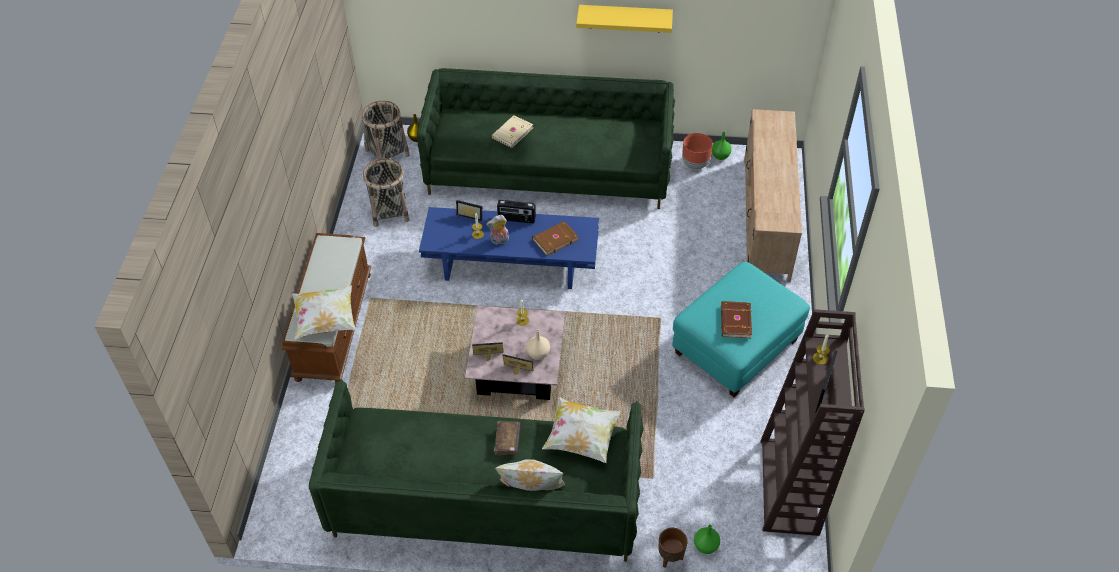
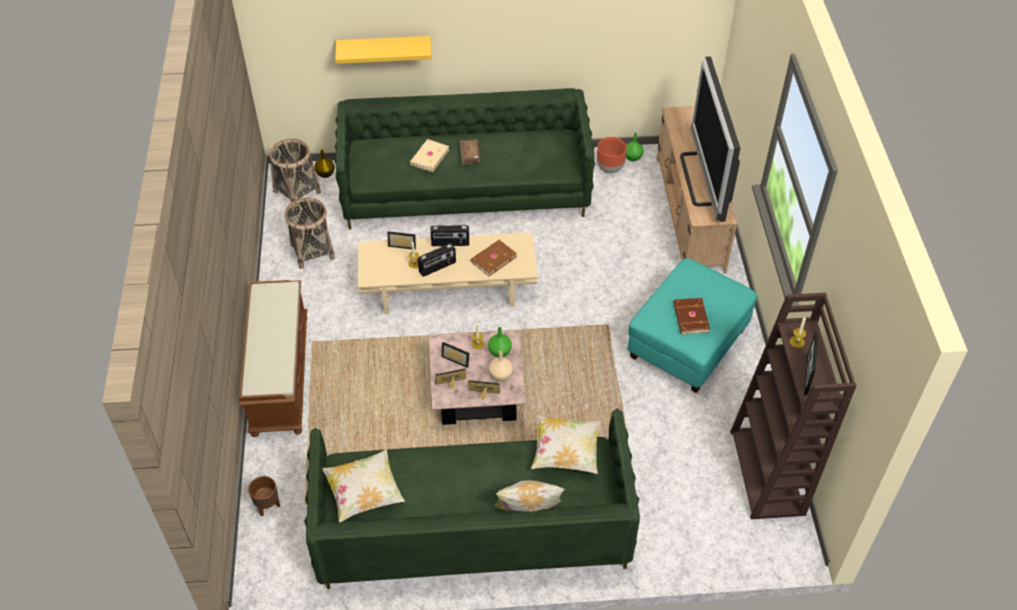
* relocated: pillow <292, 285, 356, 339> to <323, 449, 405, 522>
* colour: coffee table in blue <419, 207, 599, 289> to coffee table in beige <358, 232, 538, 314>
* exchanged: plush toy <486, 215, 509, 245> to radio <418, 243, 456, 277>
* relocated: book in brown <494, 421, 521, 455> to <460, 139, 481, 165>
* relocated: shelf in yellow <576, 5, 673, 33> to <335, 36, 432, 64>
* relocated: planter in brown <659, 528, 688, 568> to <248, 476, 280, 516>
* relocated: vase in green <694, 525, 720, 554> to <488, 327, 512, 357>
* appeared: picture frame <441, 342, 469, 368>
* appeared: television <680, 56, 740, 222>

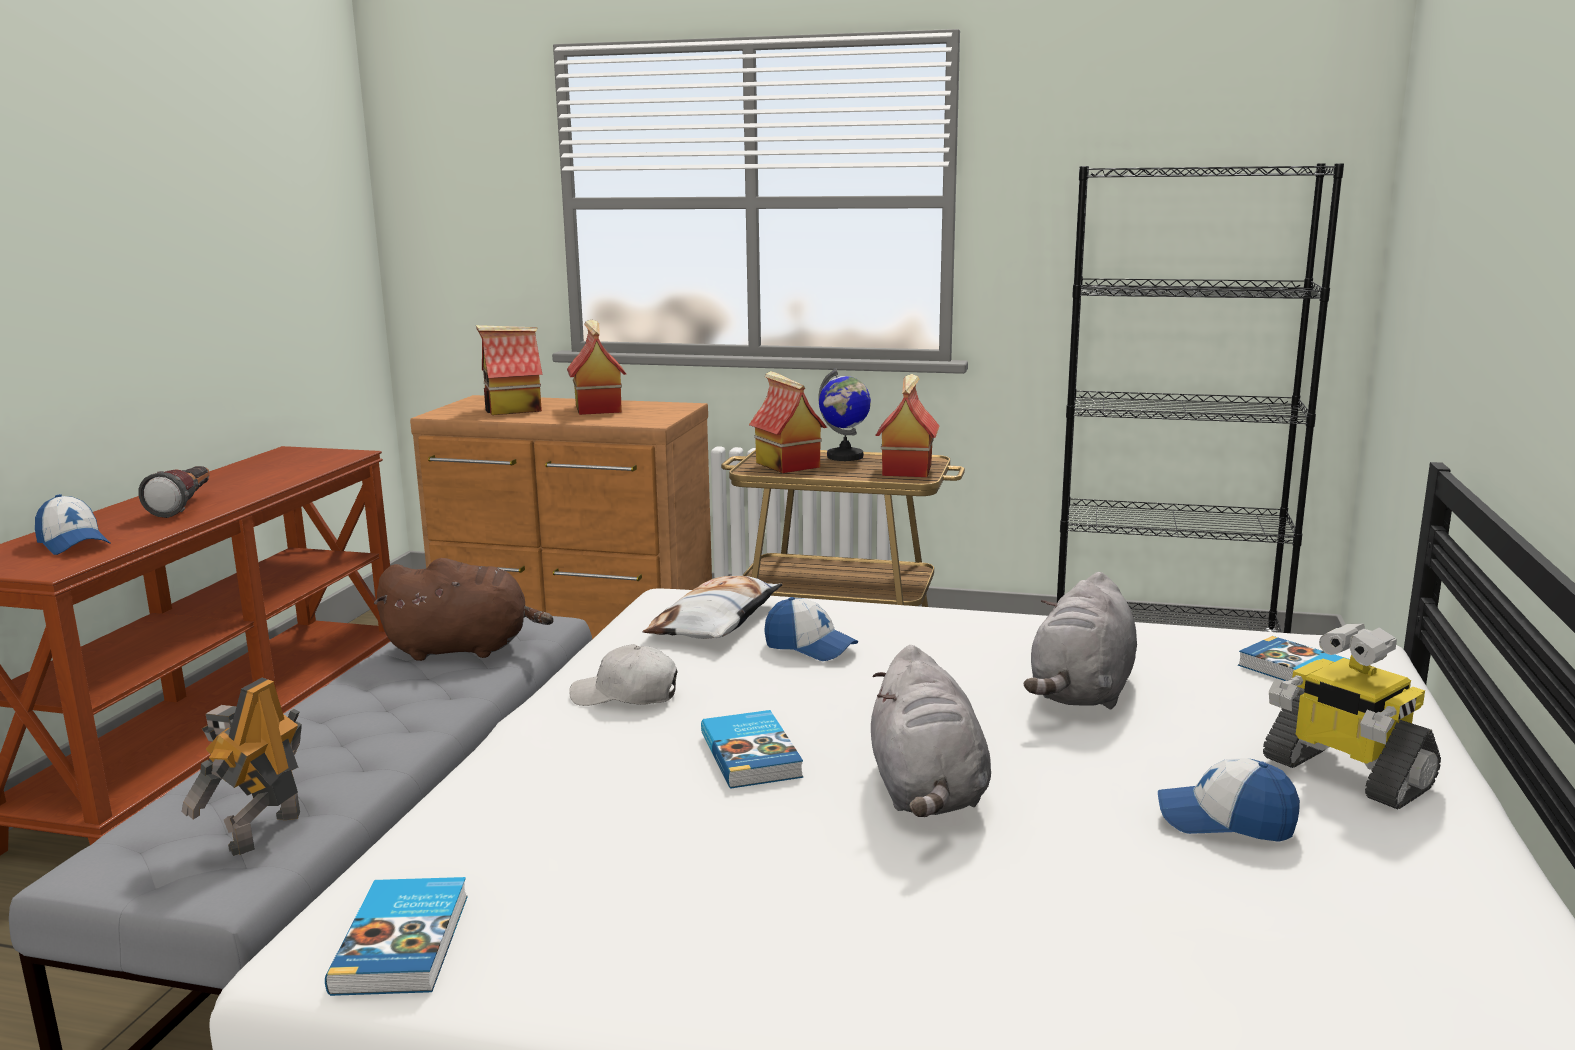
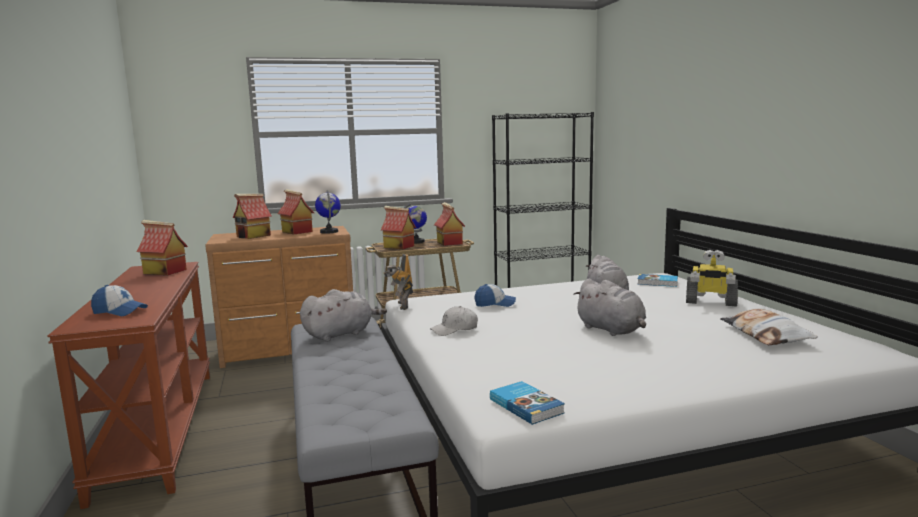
* missing: flashlight <138, 466, 210, 518>
* relocated: toy robot <182, 677, 302, 856> to <384, 254, 413, 310>
* colour: plush toy in brown <374, 558, 553, 661> to plush toy in grey <300, 289, 387, 341>
* relocated: pillow <642, 576, 783, 639> to <720, 309, 817, 345>
* missing: book <701, 710, 803, 789>
* missing: cap <1158, 758, 1300, 842>
* appeared: toy house <137, 220, 188, 275>
* appeared: globe <315, 190, 341, 234>

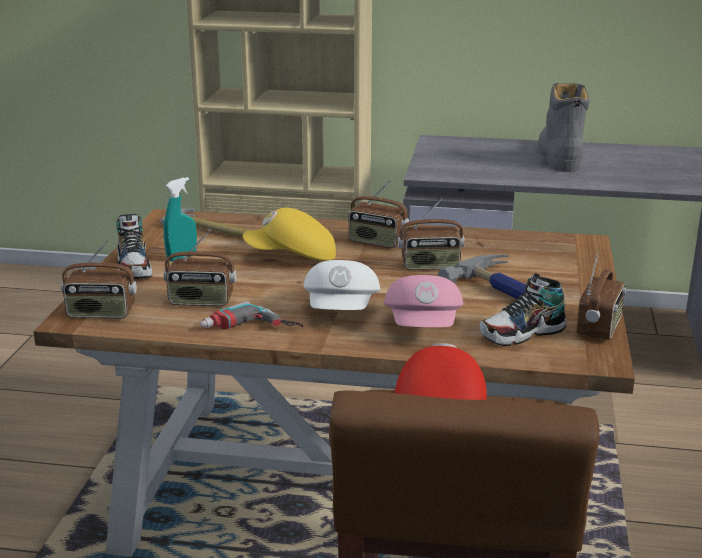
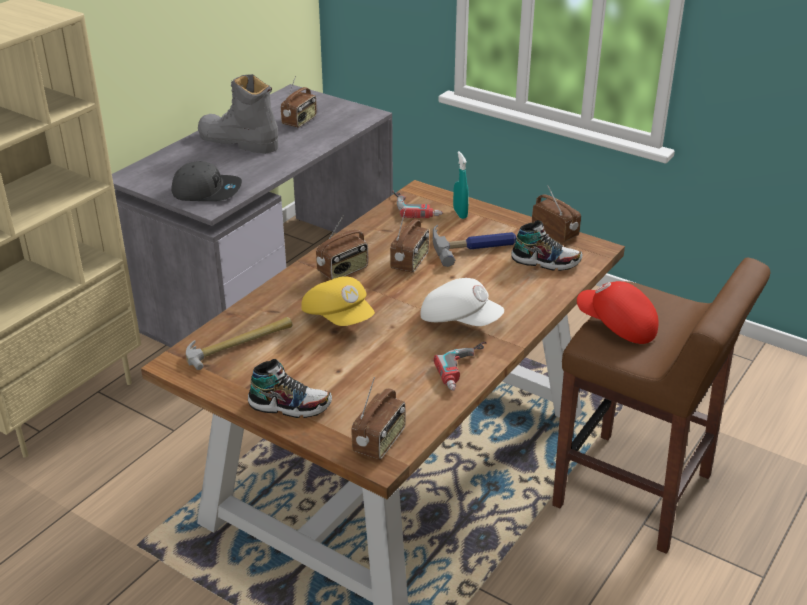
* relocated: spray bottle in turquoise <164, 177, 197, 261> to <453, 151, 469, 219>
* relocated: radio <164, 229, 236, 306> to <281, 76, 317, 128>
* spun: cap in yellow <243, 208, 336, 261> = <301, 276, 375, 326> 60 degrees counterclockwise
* missing: cap in pink <384, 275, 463, 327>
* spun: shoe <479, 273, 566, 346> = <511, 220, 582, 271> 75 degrees counterclockwise
* appeared: cap in grey <171, 161, 242, 201>
* appeared: power drill <392, 190, 443, 218>

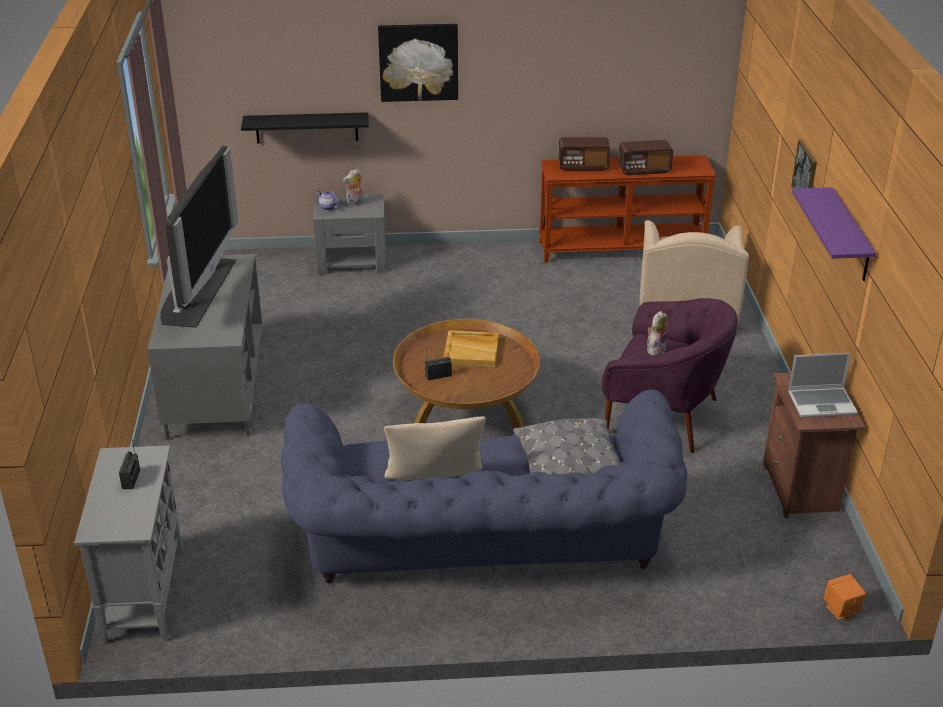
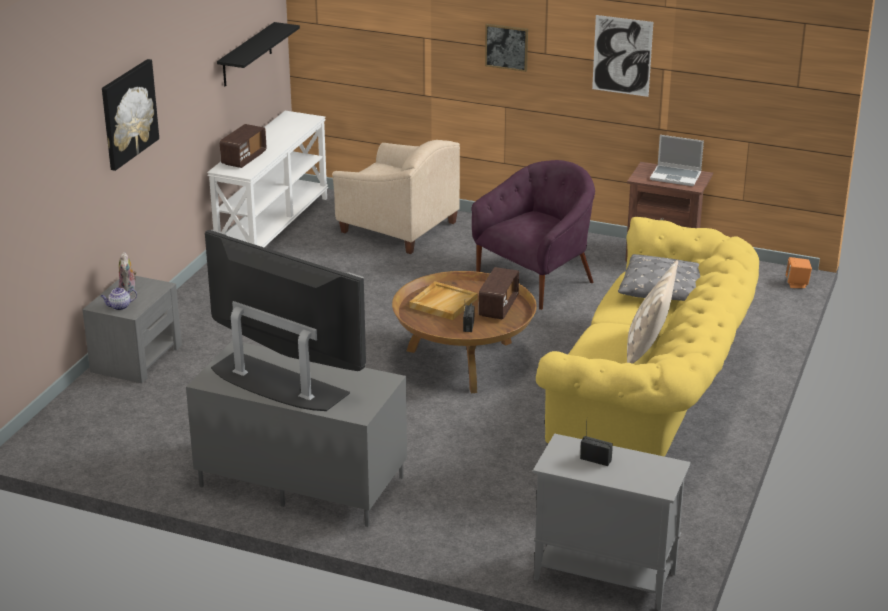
* relocated: shelf in black <241, 112, 368, 144> to <217, 22, 300, 86>
* colour: sofa in blue <281, 390, 687, 583> to sofa in yellow <536, 217, 759, 457>
* colour: console table in brown <539, 155, 716, 263> to console table in white <207, 111, 328, 247>
* relocated: radio <618, 140, 673, 175> to <479, 267, 519, 319>
* missing: plush toy <647, 311, 668, 355>
* spun: laptop <788, 353, 858, 418> = <650, 135, 704, 186> 90 degrees clockwise
* exchanged: shelf in purple <792, 187, 876, 281> to picture <592, 15, 653, 97>

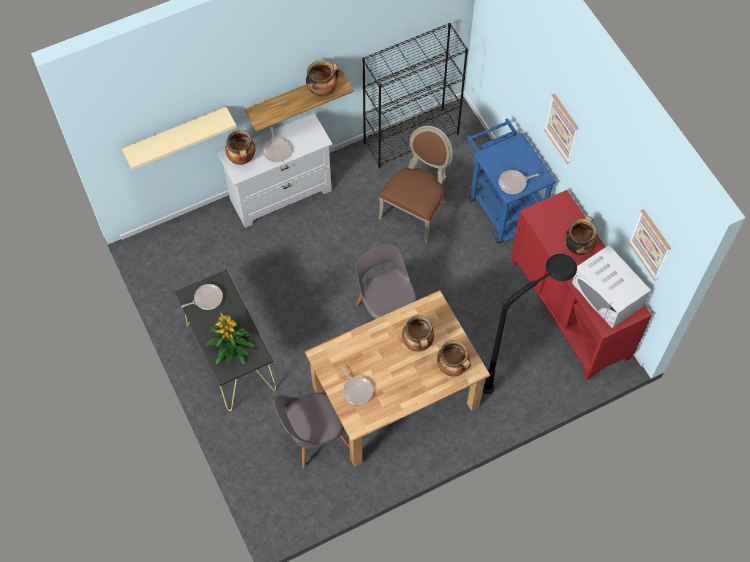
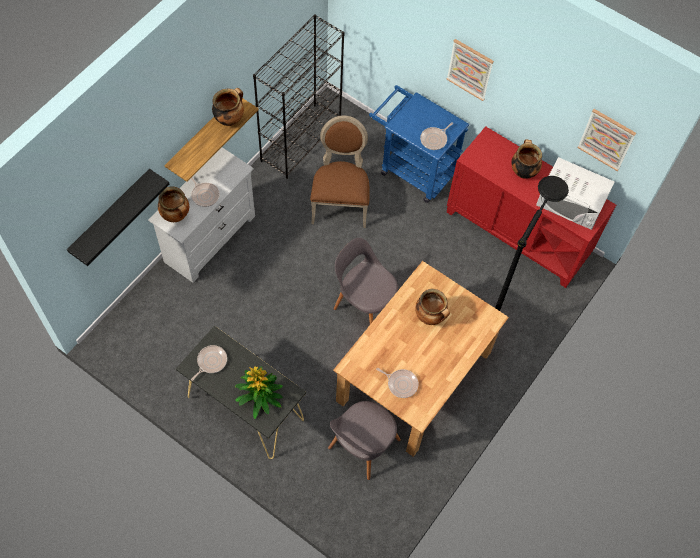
* colour: shelf in beige <122, 107, 237, 170> to shelf in black <67, 169, 170, 266>
* missing: cooking pot <437, 340, 471, 376>

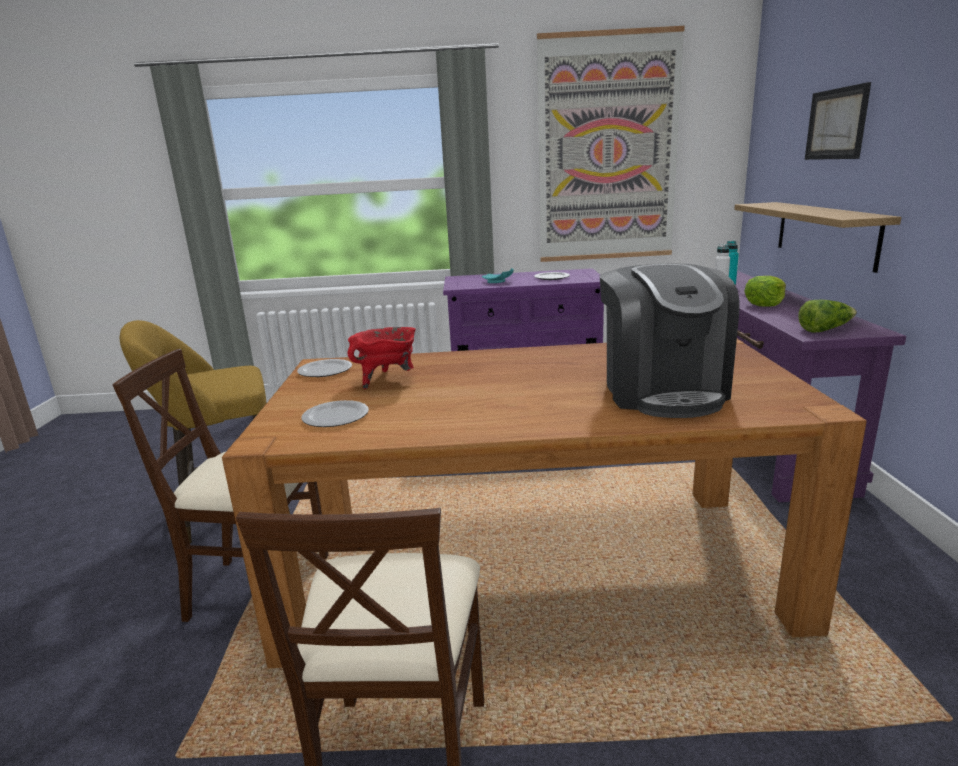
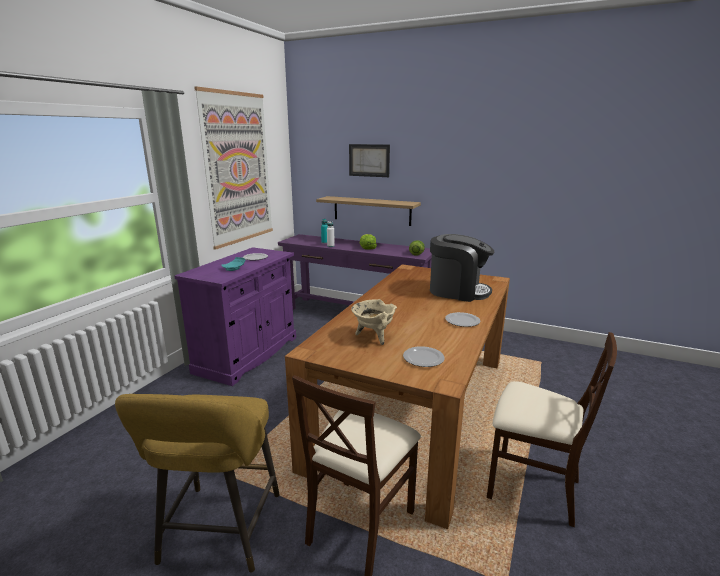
* relocated: plate <297, 359, 352, 377> to <445, 312, 480, 327>
* colour: cooking pot in red <347, 327, 416, 389> to cooking pot in beige <351, 299, 397, 345>

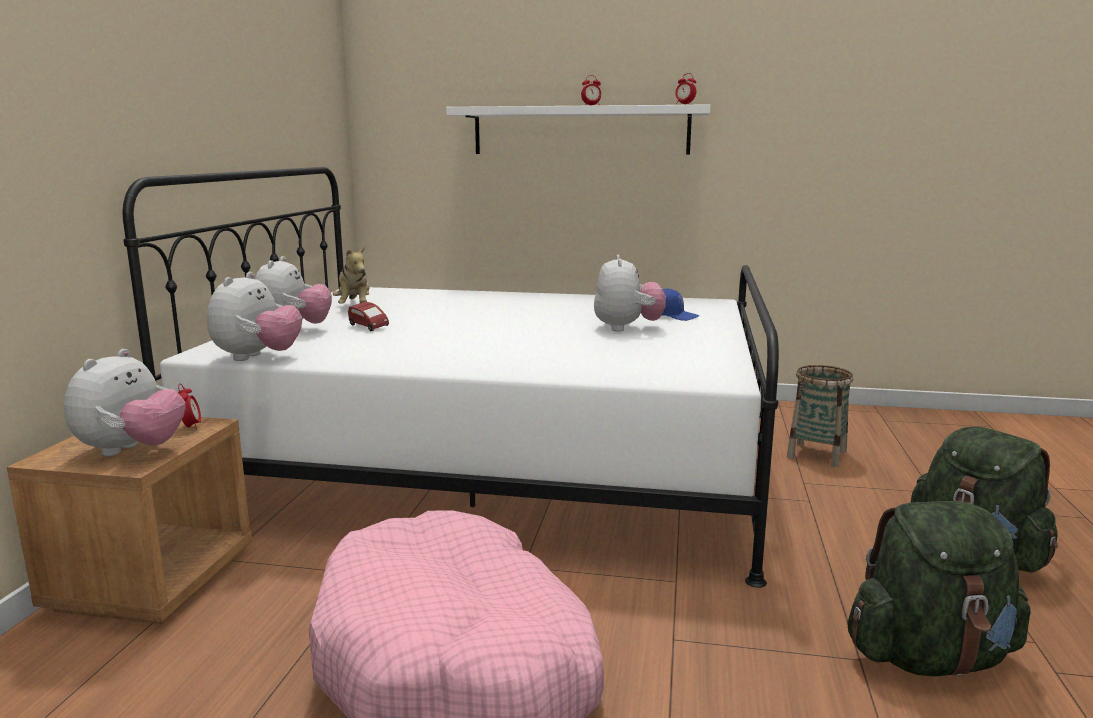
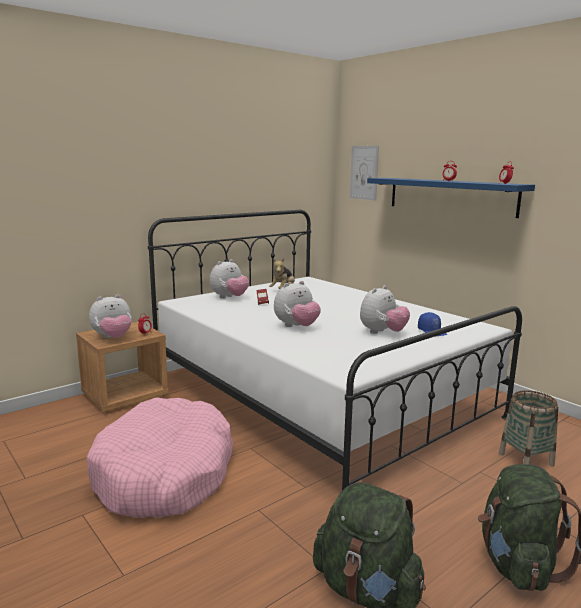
* relocated: plush toy <207, 272, 302, 361> to <274, 281, 321, 327>
* colour: shelf in white <446, 104, 711, 155> to shelf in blue <367, 178, 535, 218>
* appeared: picture <350, 146, 379, 200>

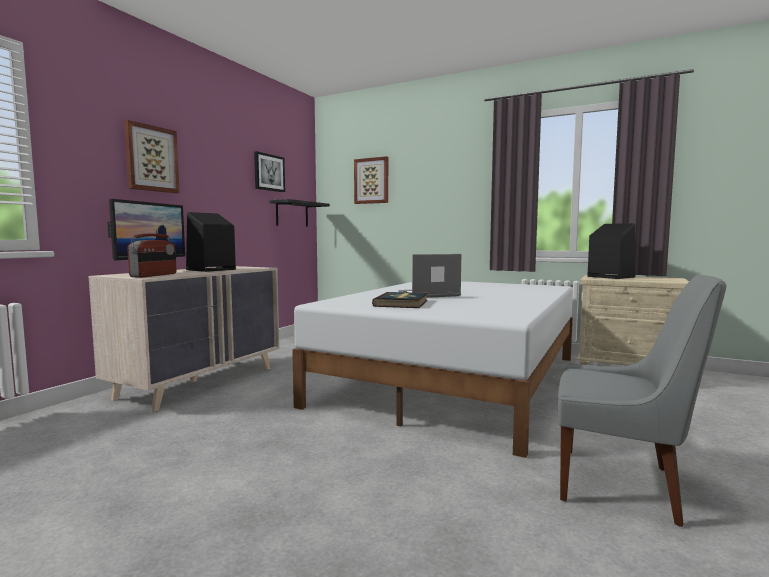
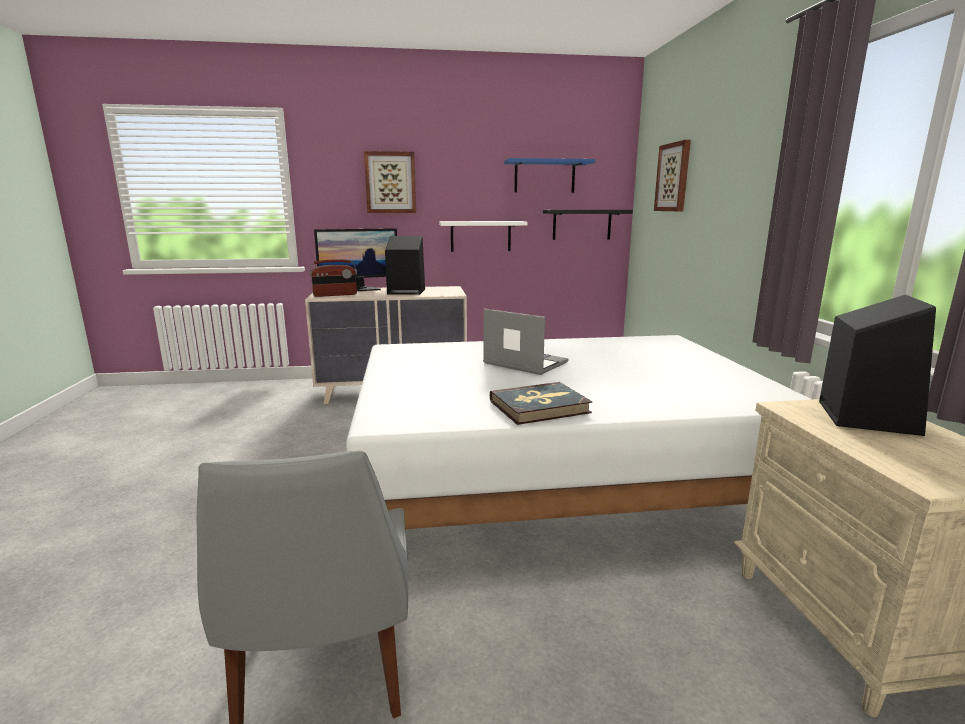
* exchanged: picture <254, 151, 285, 192> to shelf in blue <504, 158, 595, 193>
* relocated: book <372, 292, 428, 308> to <490, 382, 593, 425>
* appeared: shelf in white <439, 221, 527, 252>

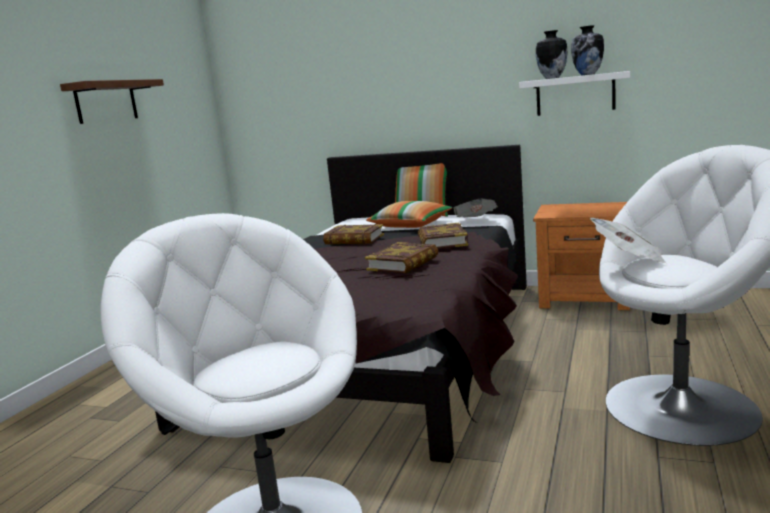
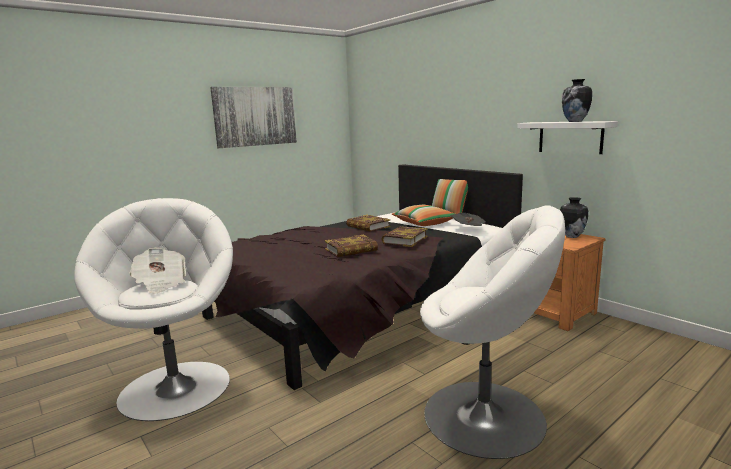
* exchanged: shelf in brown <60, 79, 164, 124> to picture <210, 87, 297, 148>
* relocated: vase <536, 30, 568, 79> to <560, 197, 588, 238>
* relocated: newspaper <590, 218, 666, 263> to <130, 247, 186, 294>

